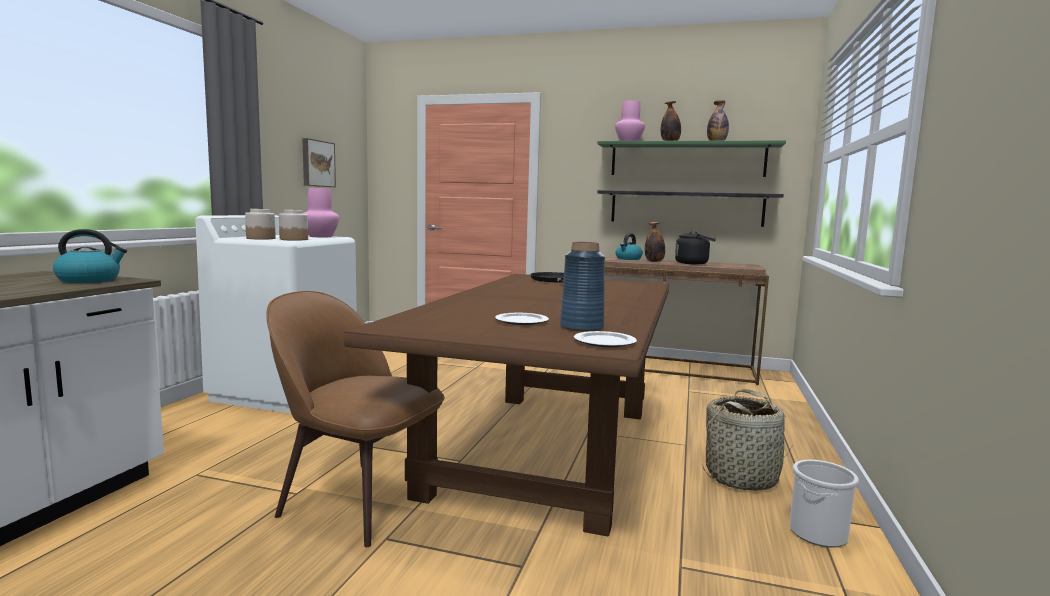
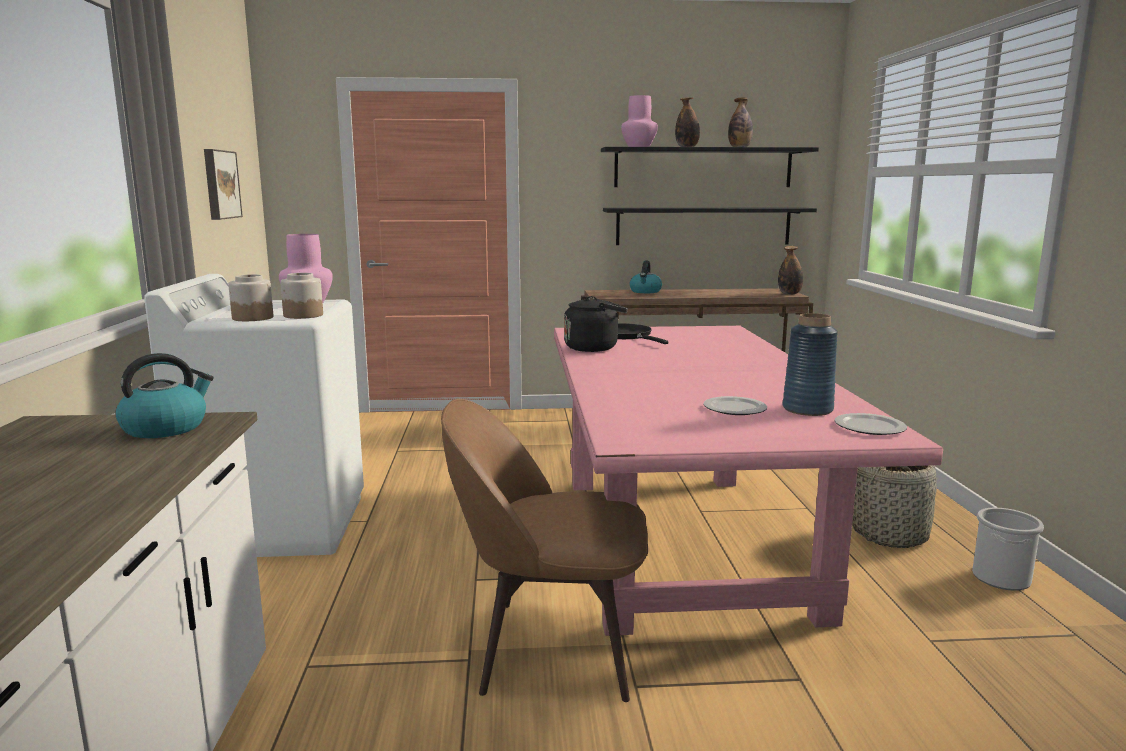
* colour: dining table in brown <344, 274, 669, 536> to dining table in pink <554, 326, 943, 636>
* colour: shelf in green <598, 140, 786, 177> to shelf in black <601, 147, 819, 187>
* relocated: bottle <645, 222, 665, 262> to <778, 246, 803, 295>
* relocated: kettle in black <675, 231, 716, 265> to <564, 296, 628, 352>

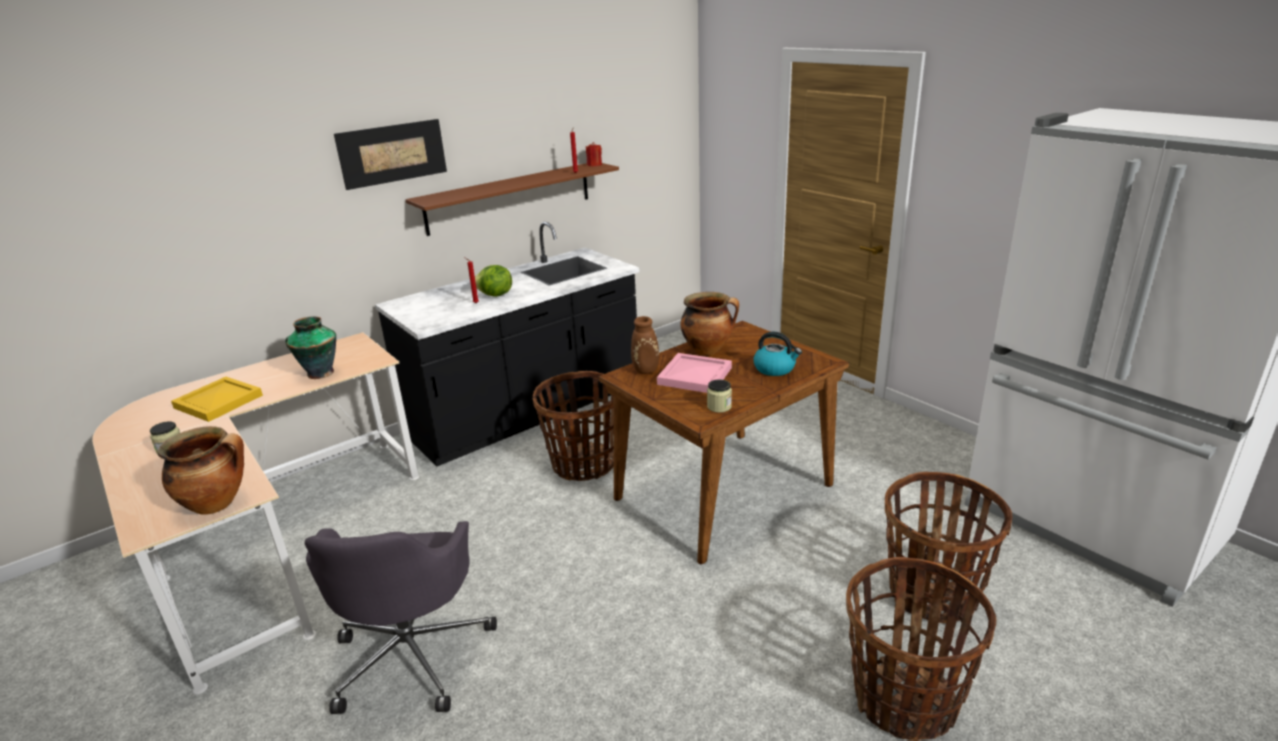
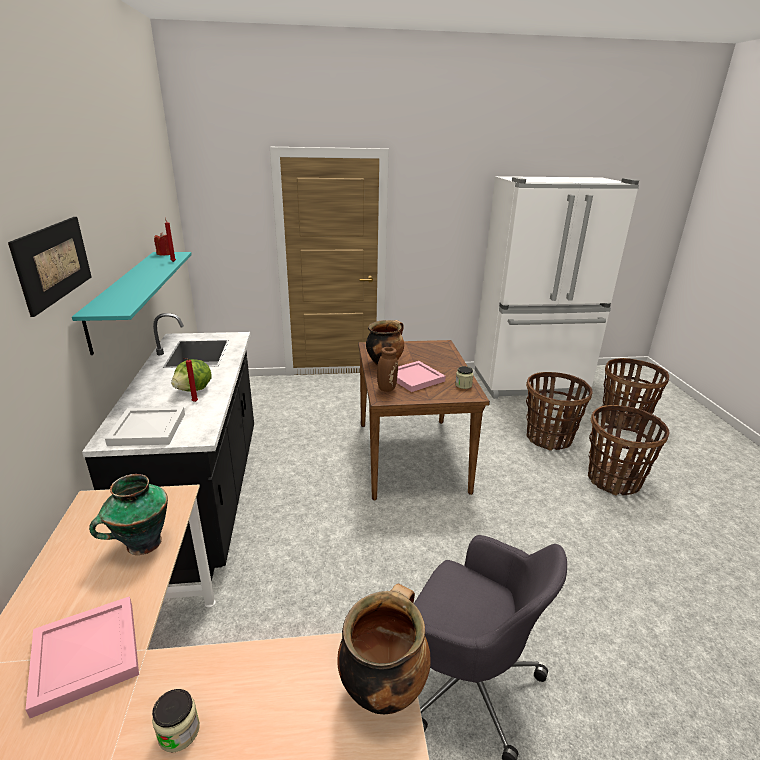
* colour: tray in yellow <171, 377, 263, 422> to tray in pink <26, 596, 139, 718>
* colour: shelf in brown <405, 163, 619, 236> to shelf in turquoise <72, 252, 192, 355>
* relocated: basket <533, 371, 614, 481> to <601, 358, 669, 431>
* missing: kettle <754, 332, 802, 376>
* appeared: tray in white <105, 407, 185, 446>

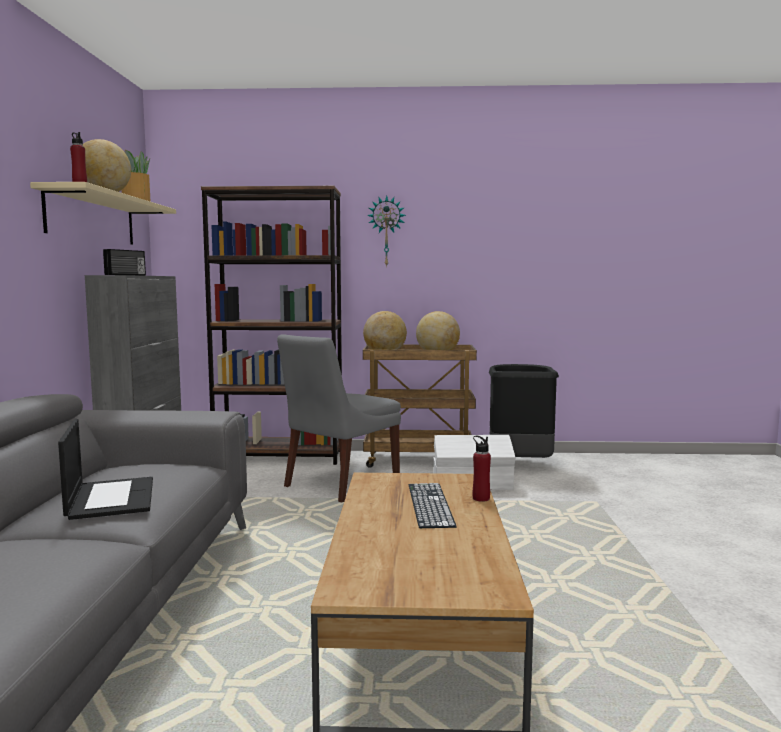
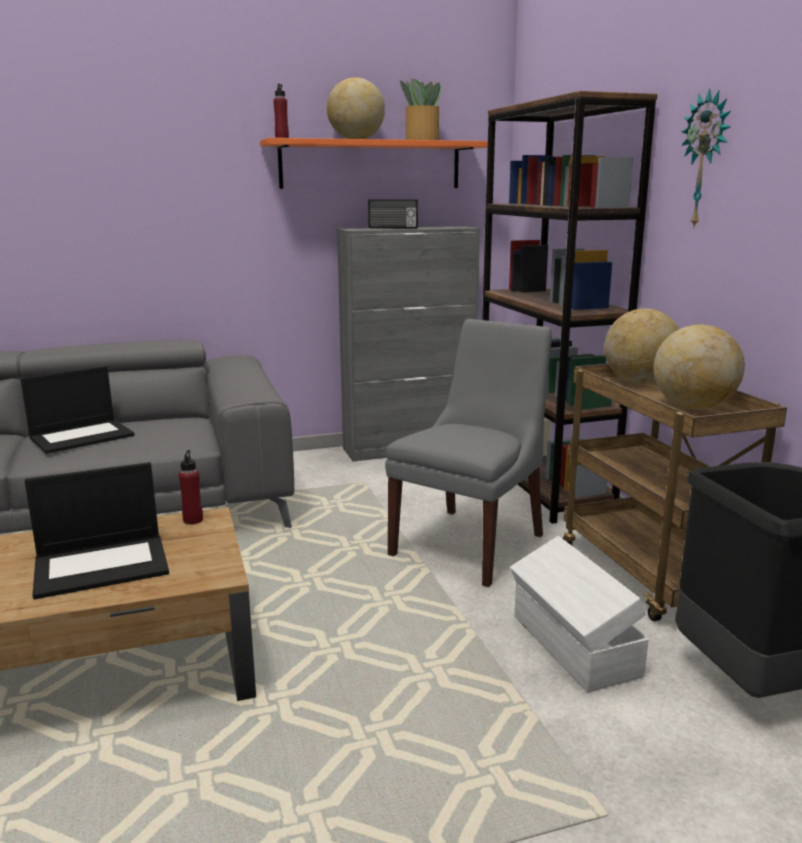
* colour: shelf in beige <30, 182, 176, 245> to shelf in orange <260, 138, 488, 189>
* spun: chair in grey <277, 334, 401, 502> = <385, 319, 552, 587> 105 degrees clockwise
* exchanged: keyboard <409, 483, 457, 528> to laptop <25, 462, 169, 599>
* relocated: bottle in red <473, 436, 491, 502> to <179, 450, 203, 524>

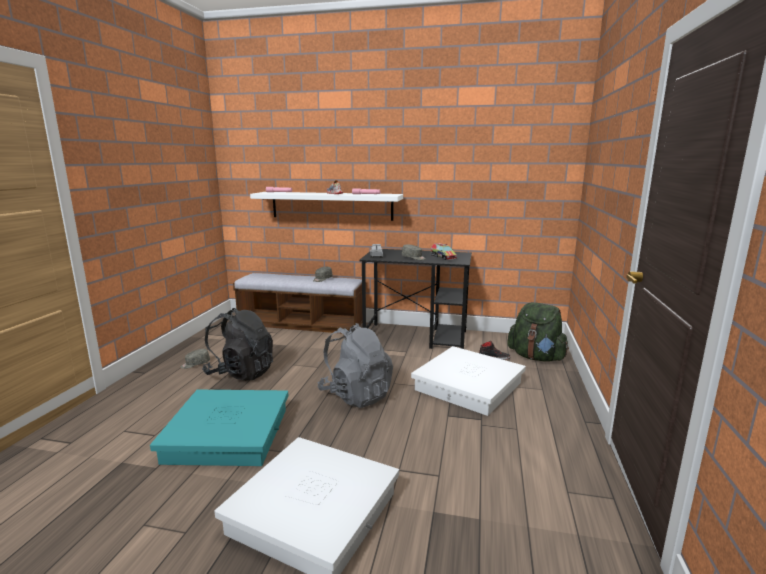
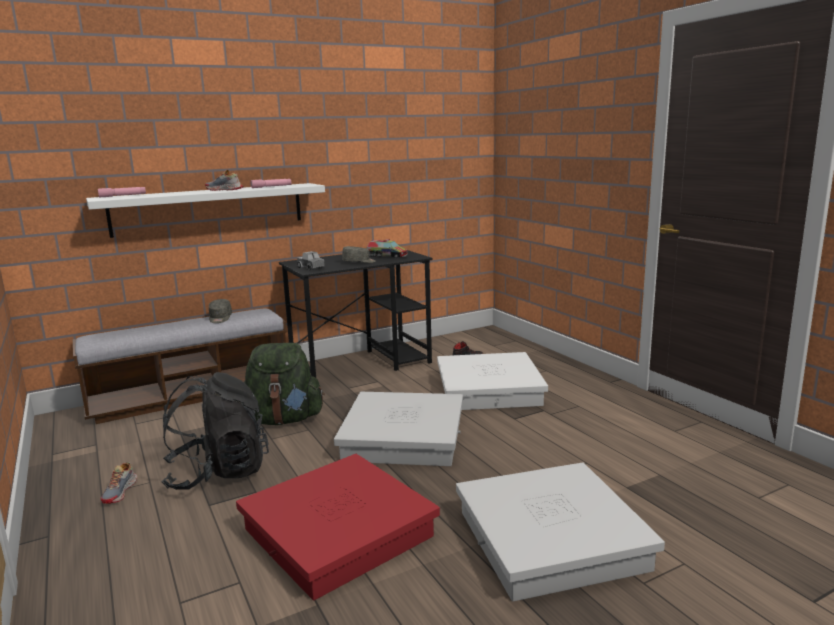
* colour: storage box in turquoise <150, 390, 289, 466> to storage box in red <236, 454, 440, 600>
* exchanged: cap in grey <181, 349, 210, 369> to shoe <101, 462, 137, 504>
* exchanged: backpack in grey <318, 323, 393, 408> to storage box in white <334, 392, 463, 466>
* relocated: backpack in green <507, 302, 569, 362> to <244, 343, 325, 425>

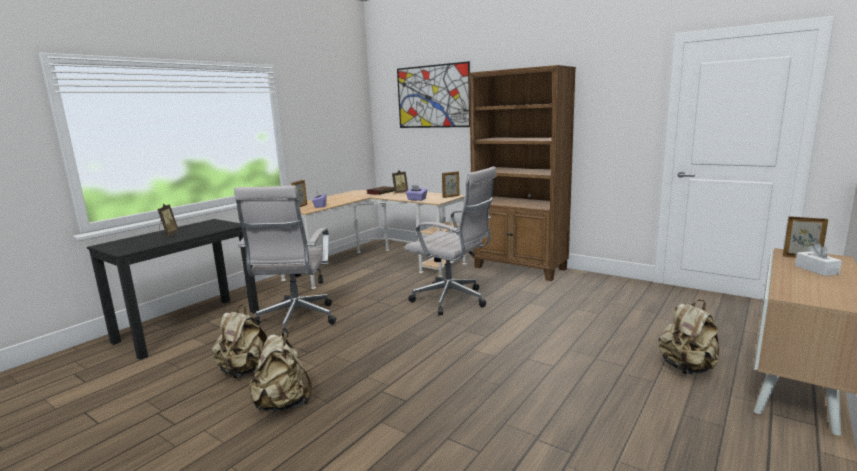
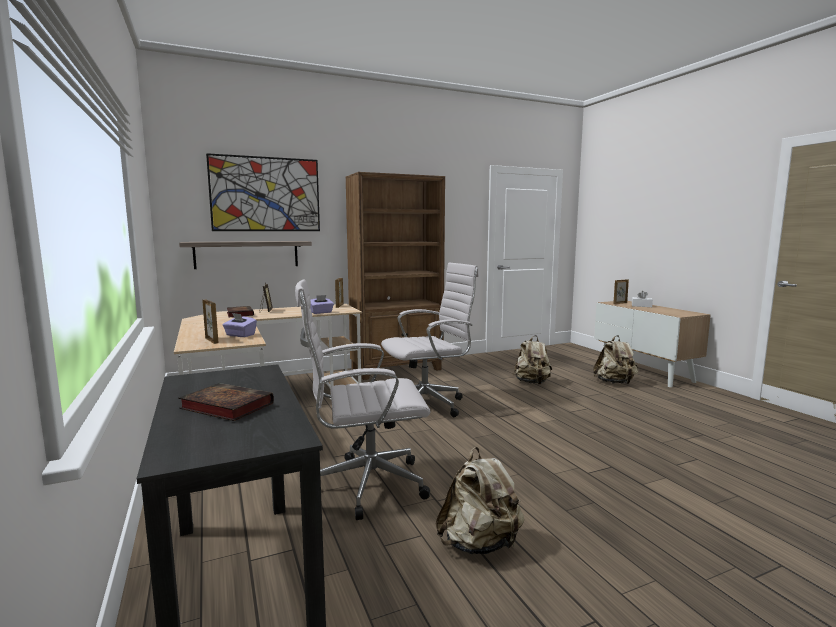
* exchanged: picture frame <157, 203, 179, 237> to book <178, 383, 274, 421>
* spun: office chair in white <234, 185, 336, 337> = <295, 279, 431, 520> 135 degrees clockwise
* relocated: backpack in beige <249, 333, 312, 411> to <512, 336, 552, 384>
* appeared: shelf <179, 241, 312, 269>

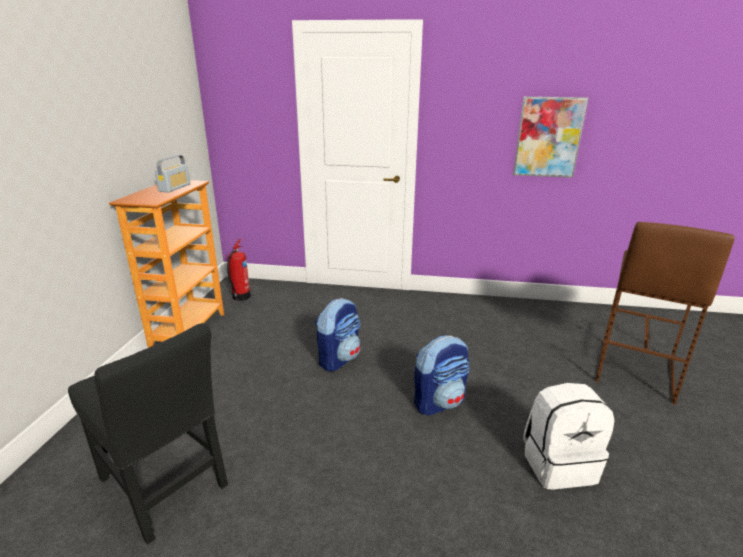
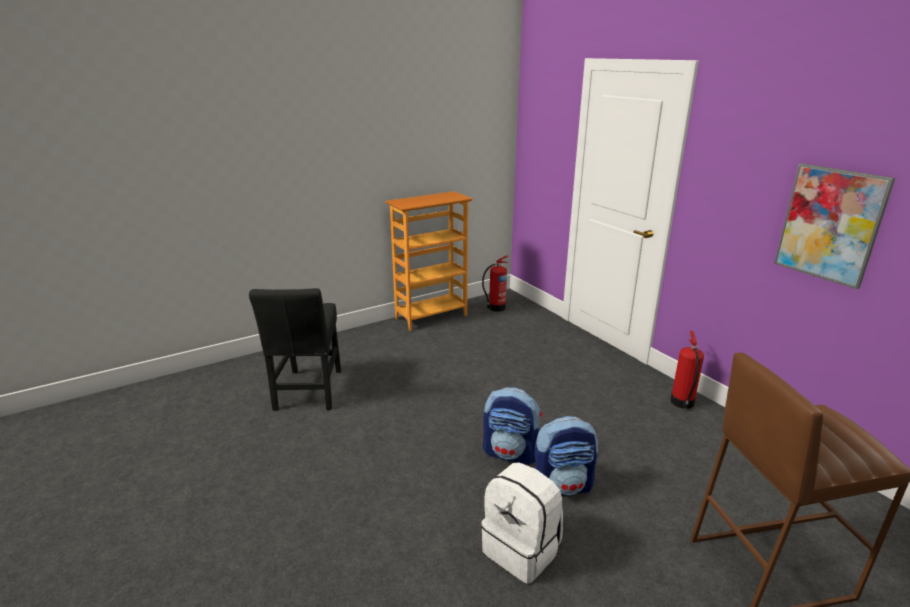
* missing: radio <155, 155, 191, 192>
* relocated: backpack <315, 298, 361, 371> to <535, 416, 598, 496>
* appeared: fire extinguisher <671, 331, 704, 409>

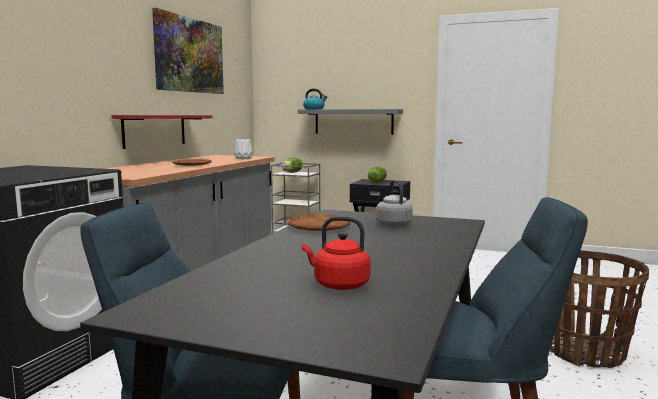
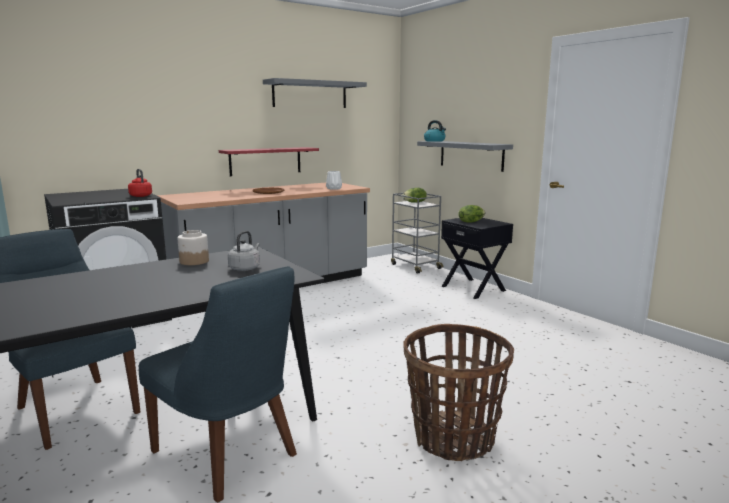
* exchanged: picture <152, 8, 224, 94> to shelf in grey <263, 78, 367, 108>
* exchanged: plate in brown <288, 215, 351, 231> to jar <177, 230, 209, 265>
* relocated: kettle in red <302, 217, 371, 290> to <128, 169, 152, 197>

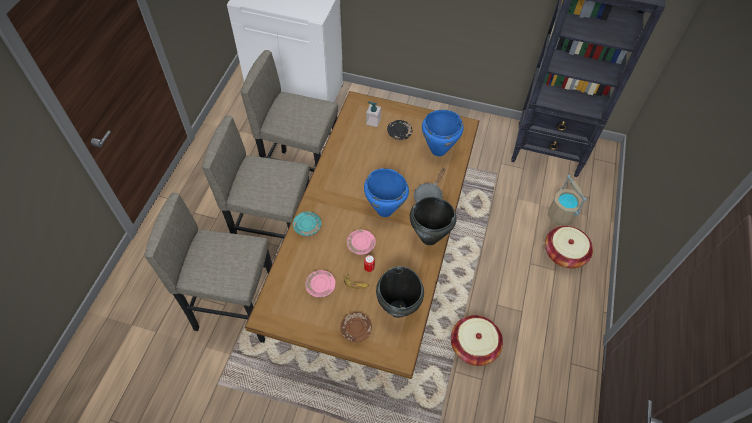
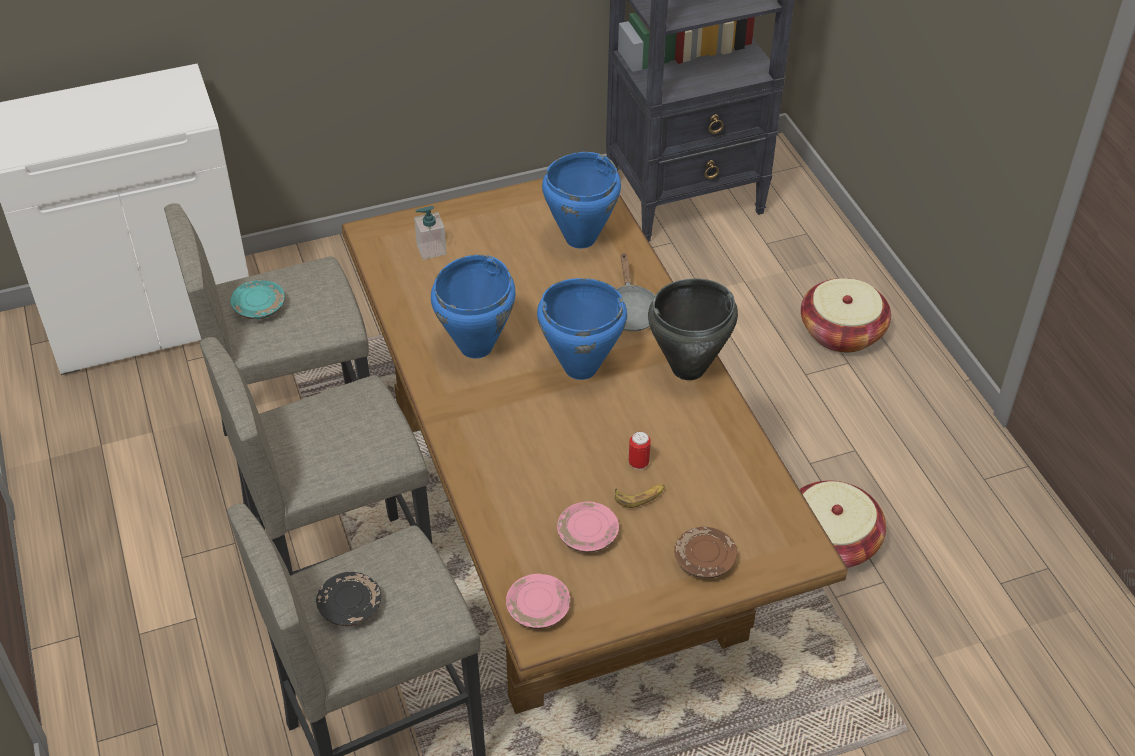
* relocated: plate in turquoise <293, 212, 321, 236> to <230, 280, 285, 320>
* relocated: plate in pink <347, 229, 376, 255> to <506, 574, 570, 629>
* missing: cooking pot in black <376, 266, 424, 318>
* relocated: plate in black <387, 120, 413, 140> to <316, 572, 381, 626>
* missing: bucket in beige <548, 175, 587, 226>
* appeared: cooking pot in blue <431, 255, 515, 358>

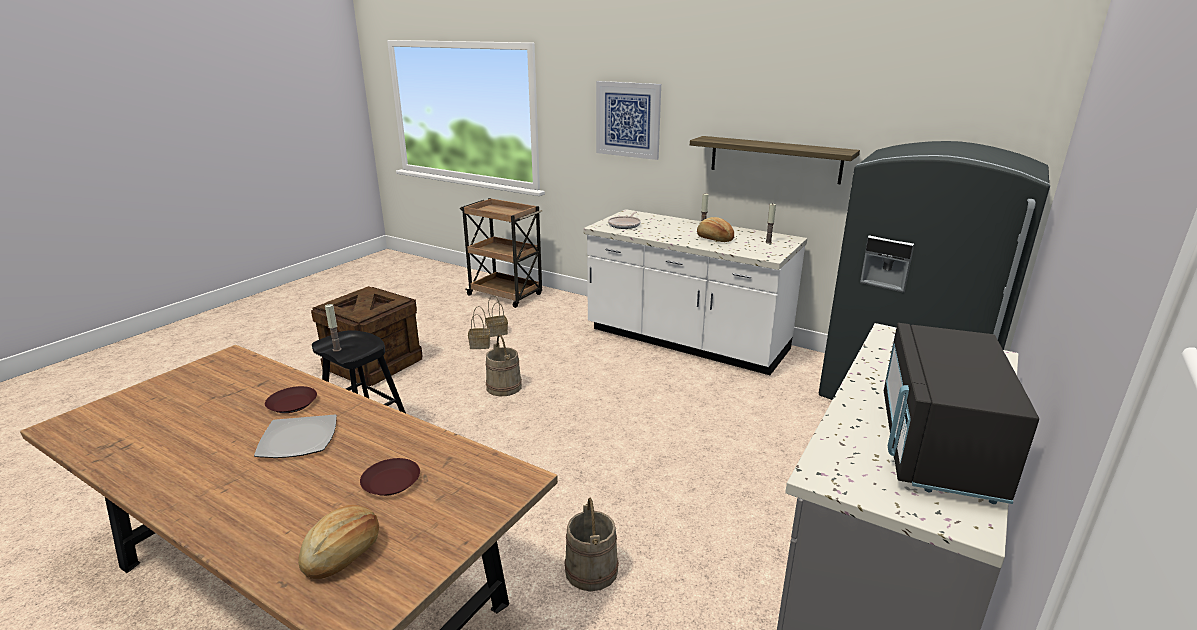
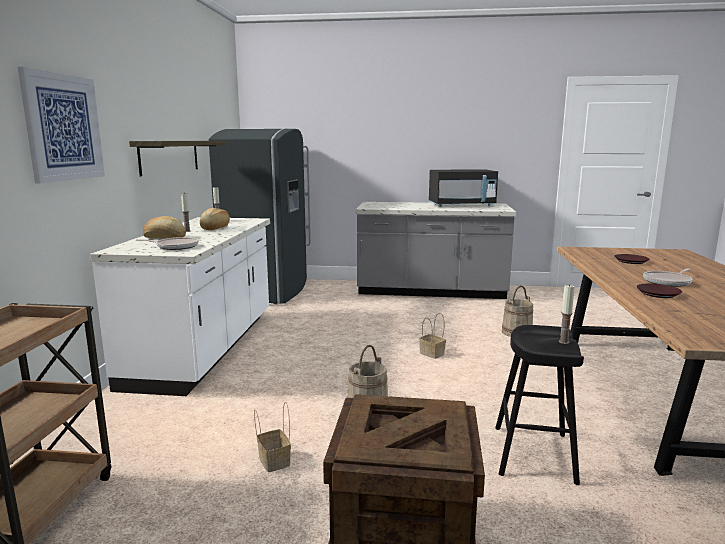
* exchanged: plate <254, 415, 337, 458> to frying pan <643, 268, 693, 287>
* relocated: bread <298, 505, 379, 579> to <143, 216, 186, 239>
* relocated: basket <486, 296, 508, 337> to <419, 313, 446, 359>

